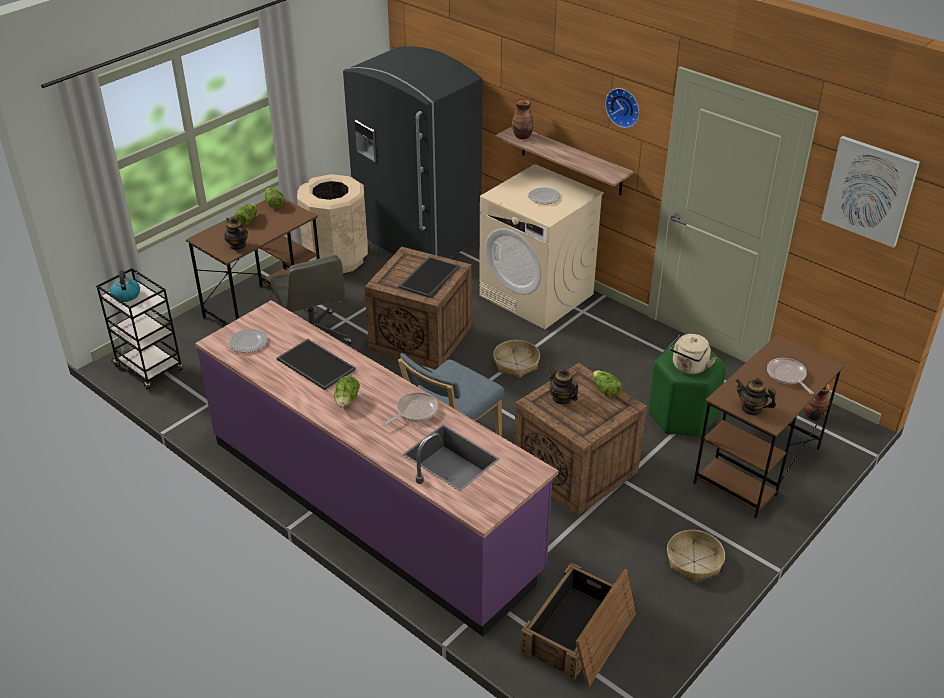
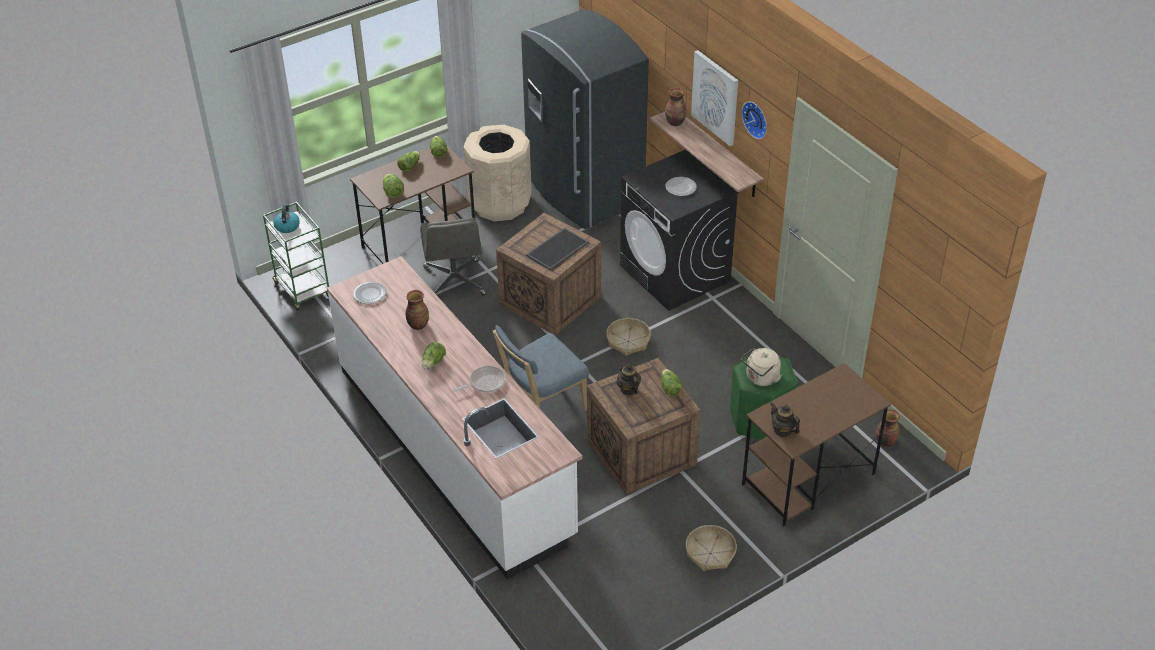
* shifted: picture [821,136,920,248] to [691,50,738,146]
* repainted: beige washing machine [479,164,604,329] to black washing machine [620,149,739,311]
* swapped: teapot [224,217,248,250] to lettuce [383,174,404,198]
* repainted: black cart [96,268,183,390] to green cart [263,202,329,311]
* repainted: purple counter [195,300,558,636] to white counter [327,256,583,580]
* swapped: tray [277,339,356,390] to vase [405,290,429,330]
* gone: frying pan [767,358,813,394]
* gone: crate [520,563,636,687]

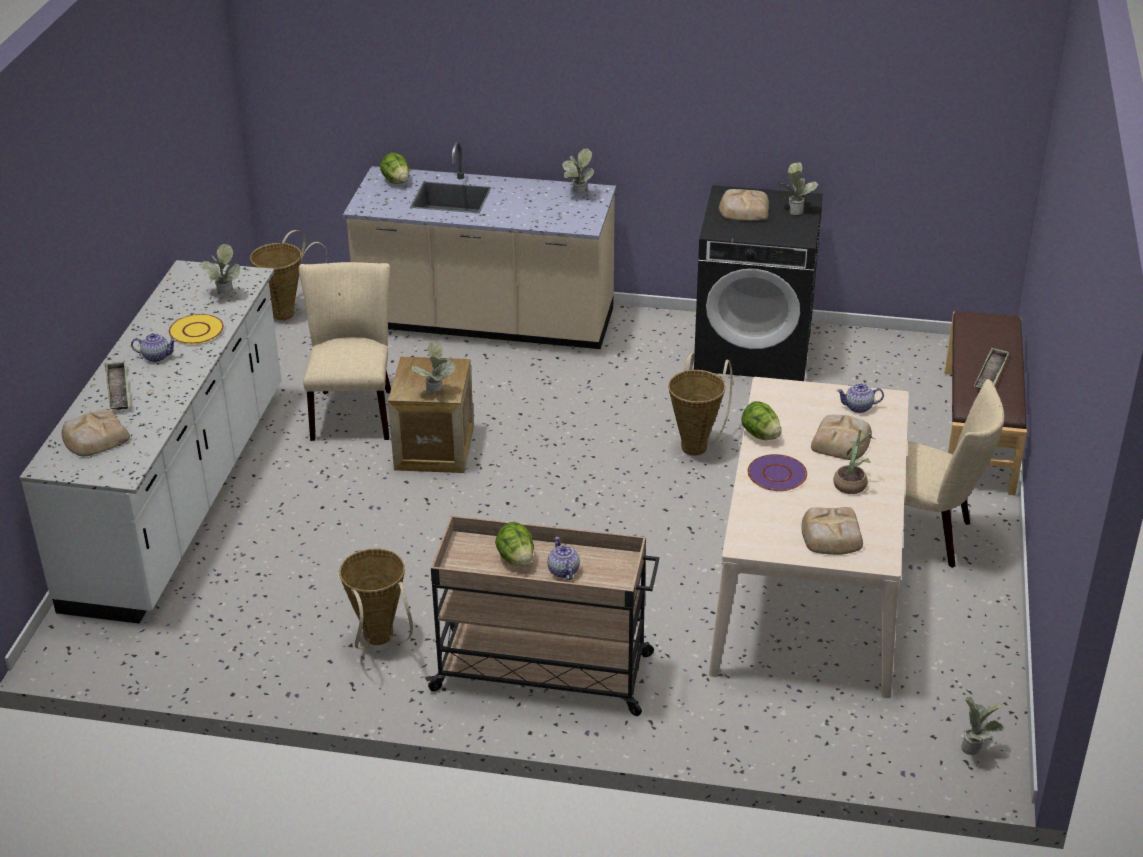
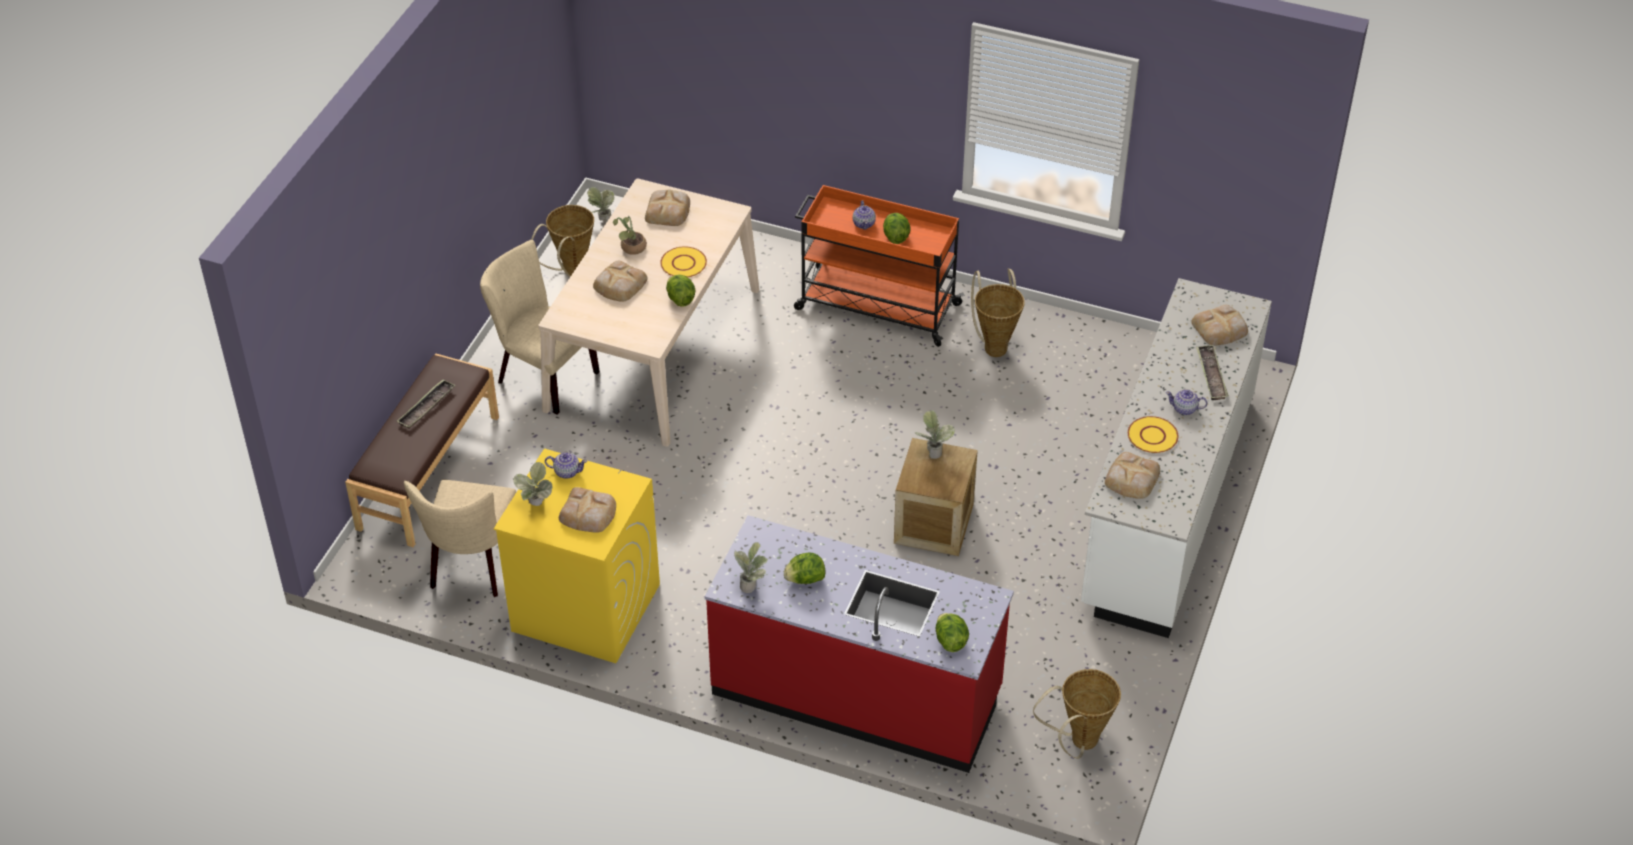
* repainted: beige counter [343,141,616,349] to red counter [705,515,1014,773]
* repainted: black washing machine [694,185,823,381] to yellow washing machine [494,448,660,663]
* swapped: potted plant [200,244,240,293] to bread [1105,452,1160,499]
* shifted: beige chair [299,262,391,441] to [404,480,516,597]
* shifted: basket [668,353,733,456] to [531,205,594,277]
* shifted: teapot [837,383,884,413] to [545,452,587,479]
* repainted: purple plate [747,454,807,491] to yellow plate [660,246,707,277]
* repainted: beige cart [425,515,659,716] to orange cart [794,185,964,347]
* new: lettuce [784,552,825,584]

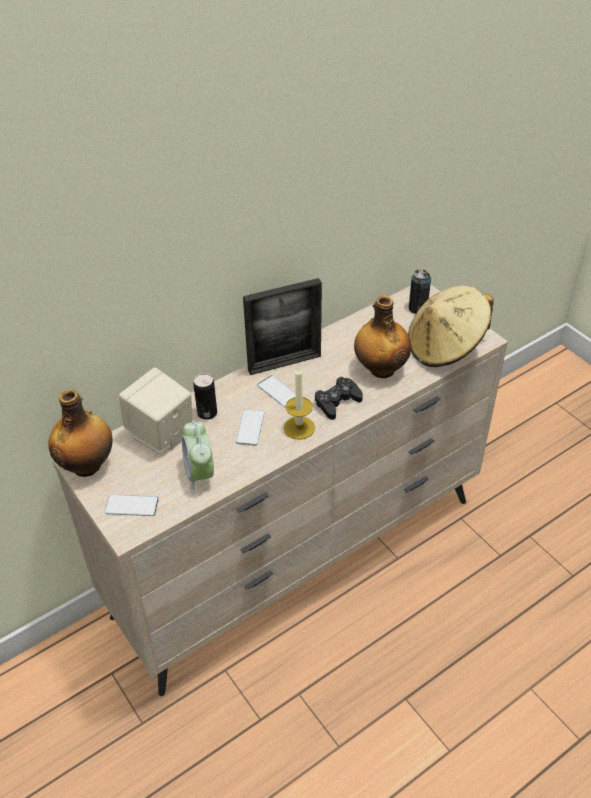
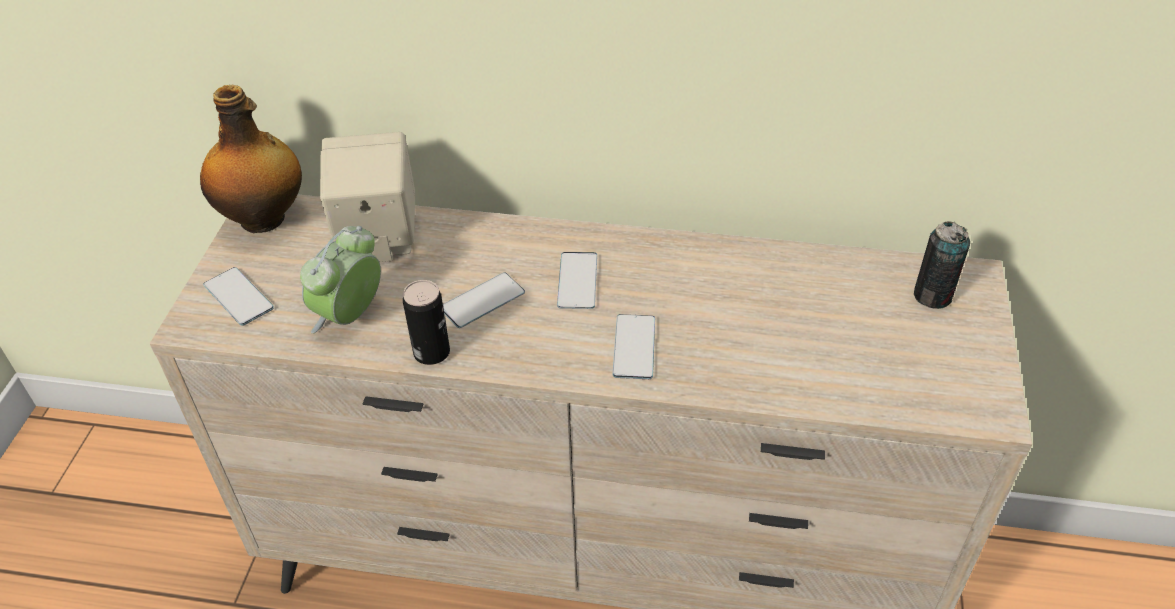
* gone: picture frame [243,278,322,375]
* gone: beige hat [408,286,494,367]
* gone: bottle [354,295,411,378]
* gone: candle [284,366,315,440]
* shifted: can [193,373,217,420] to [403,280,450,365]
* swapped: black game controller [315,377,363,420] to phone [613,314,655,379]

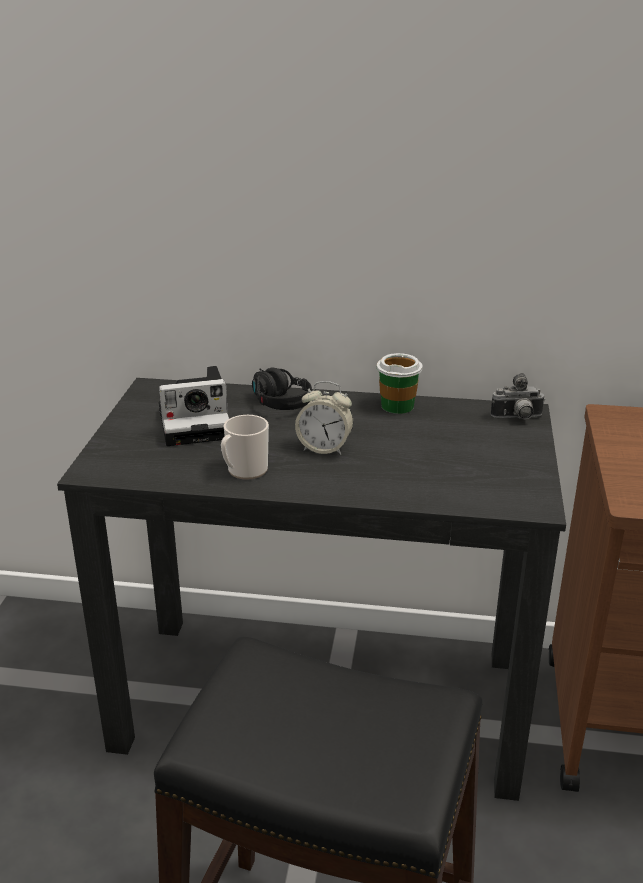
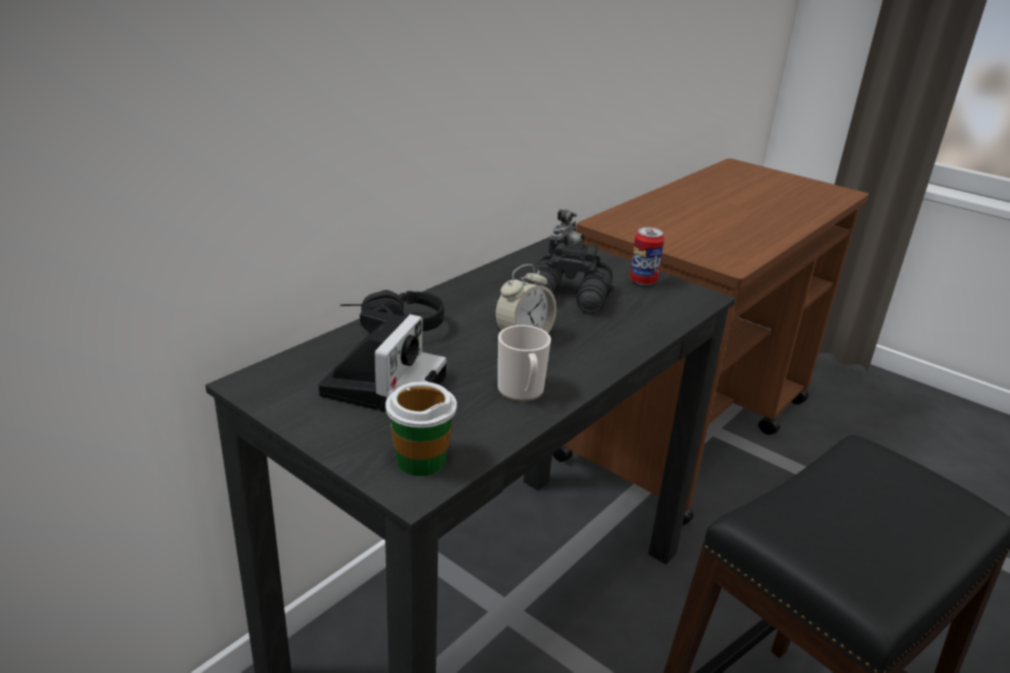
* shifted: cup [377,353,422,414] to [385,382,457,476]
* new: can [630,227,664,285]
* new: black binoculars [526,243,614,313]

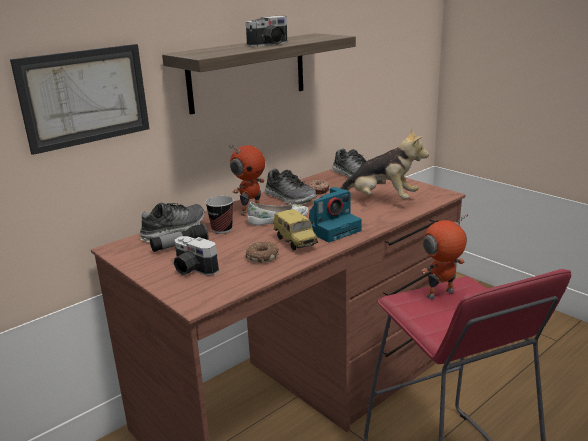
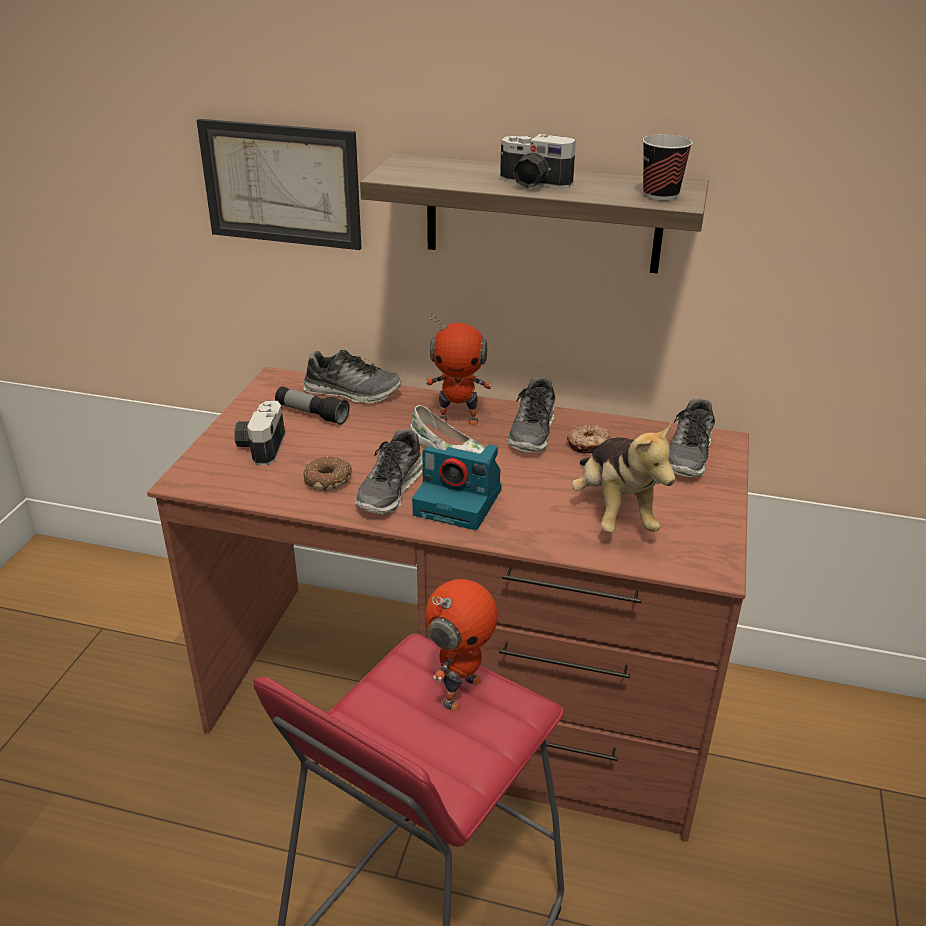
* shifted: cup [205,196,234,234] to [643,134,693,201]
* swapped: toy car [273,209,318,251] to shoe [355,429,423,514]
* rotated: toy robot [421,214,468,299] = [425,579,497,711] 90 degrees clockwise

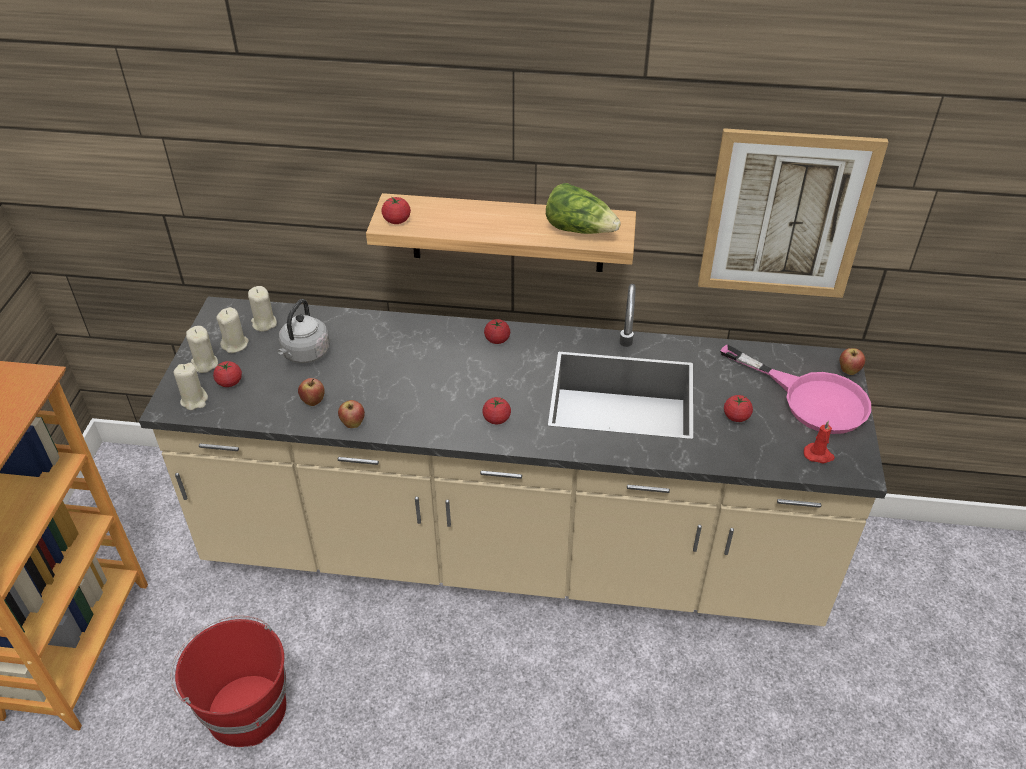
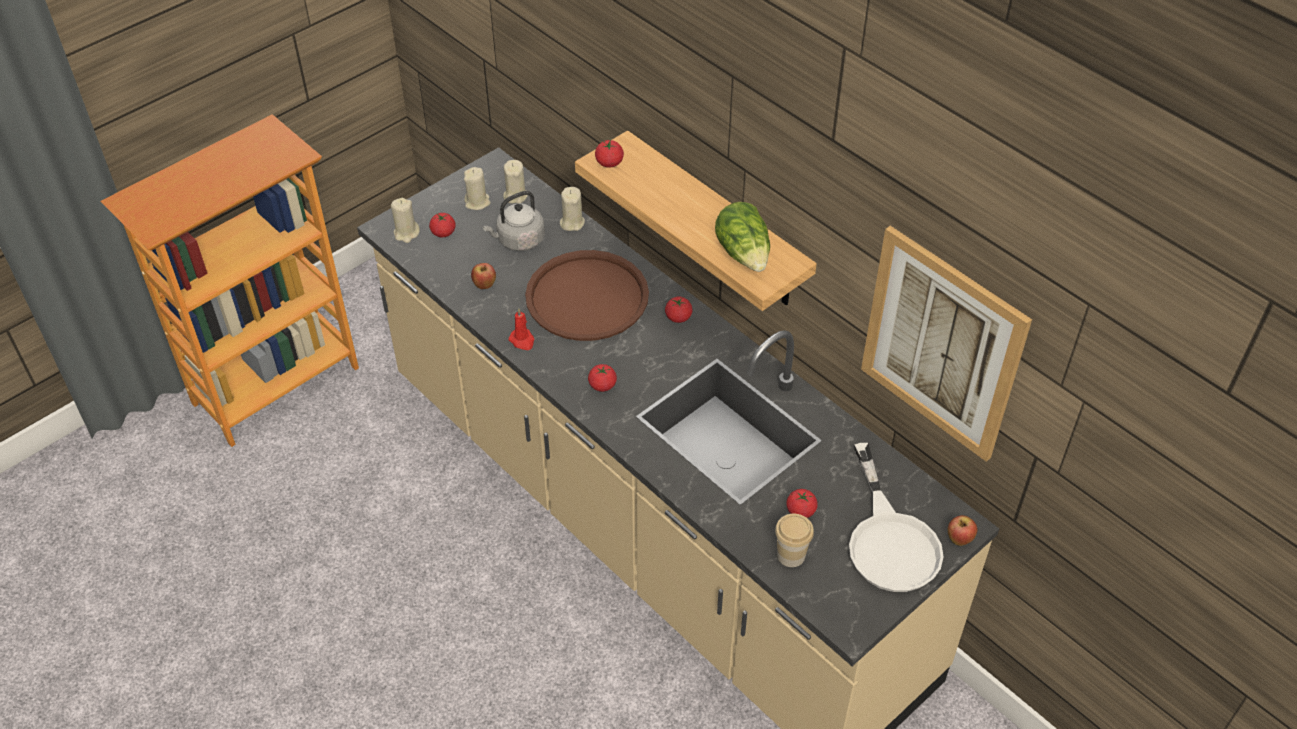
* shifted: beige candle [186,326,218,373] to [560,187,585,231]
* repainted: pink frying pan [720,344,871,434] to white frying pan [849,443,944,592]
* gone: apple [338,400,365,428]
* shifted: red candle [804,420,835,464] to [509,308,534,350]
* gone: red bucket [171,616,286,747]
* new: brown tray [525,250,649,341]
* new: cup [775,514,814,567]

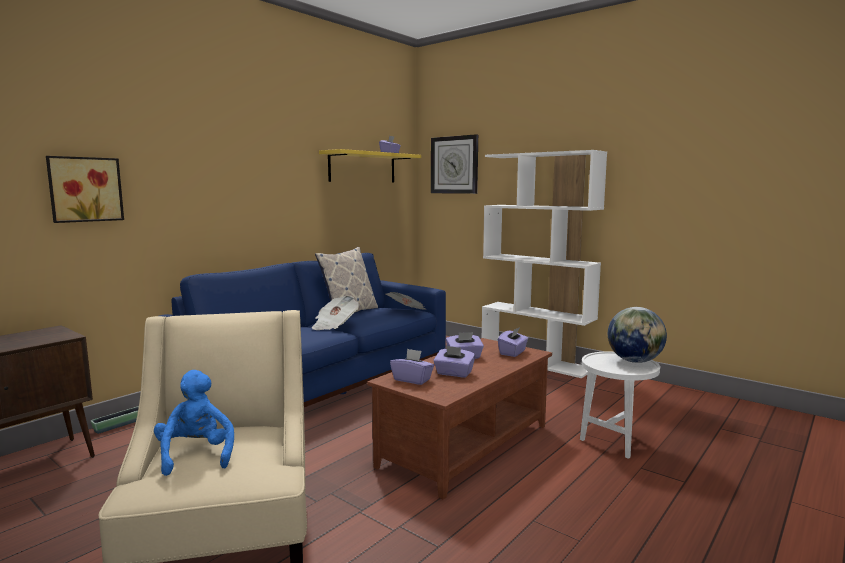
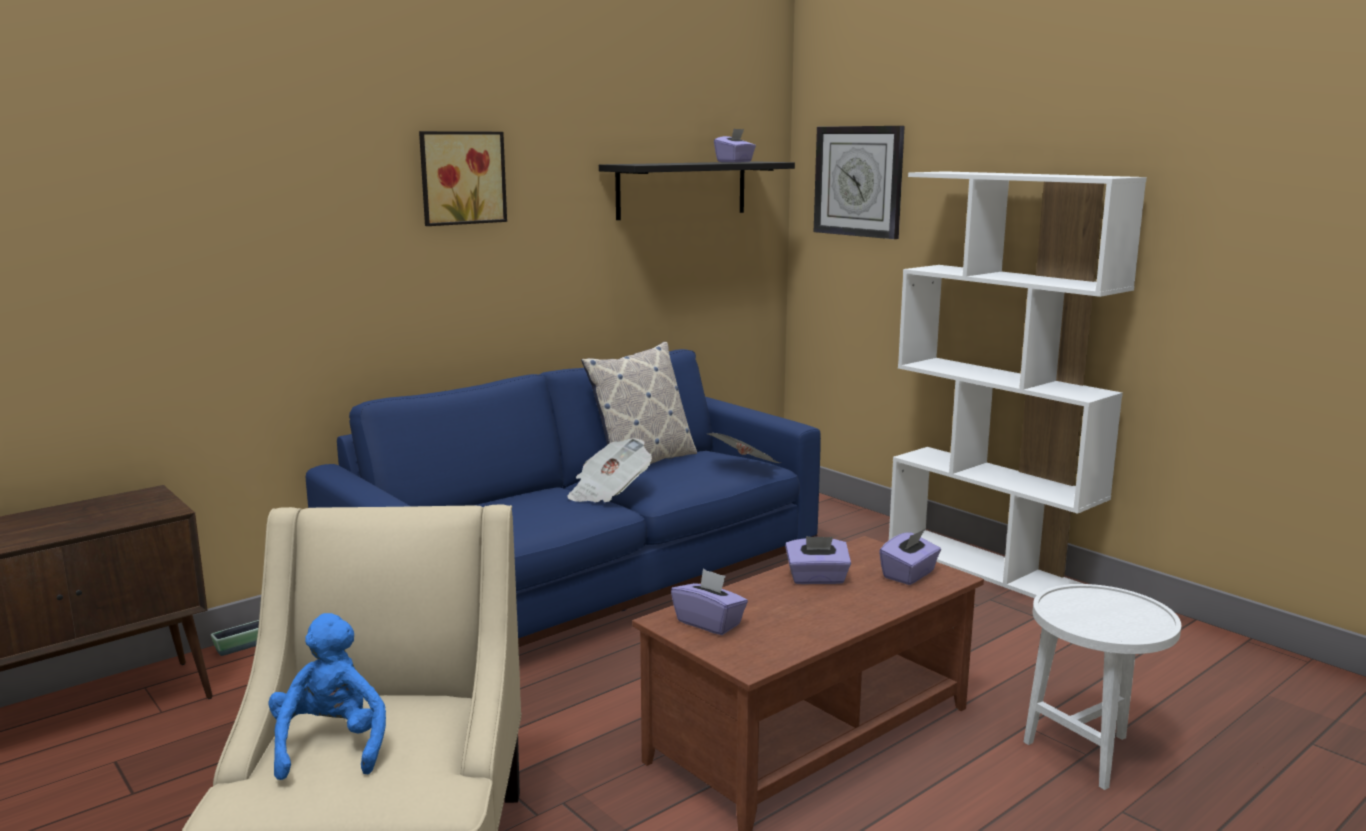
* repainted: yellow shelf [319,149,421,183] to black shelf [599,161,795,220]
* shifted: picture [46,156,124,223] to [419,131,507,226]
* gone: globe [608,307,667,363]
* gone: purple tissue box [433,346,476,378]

